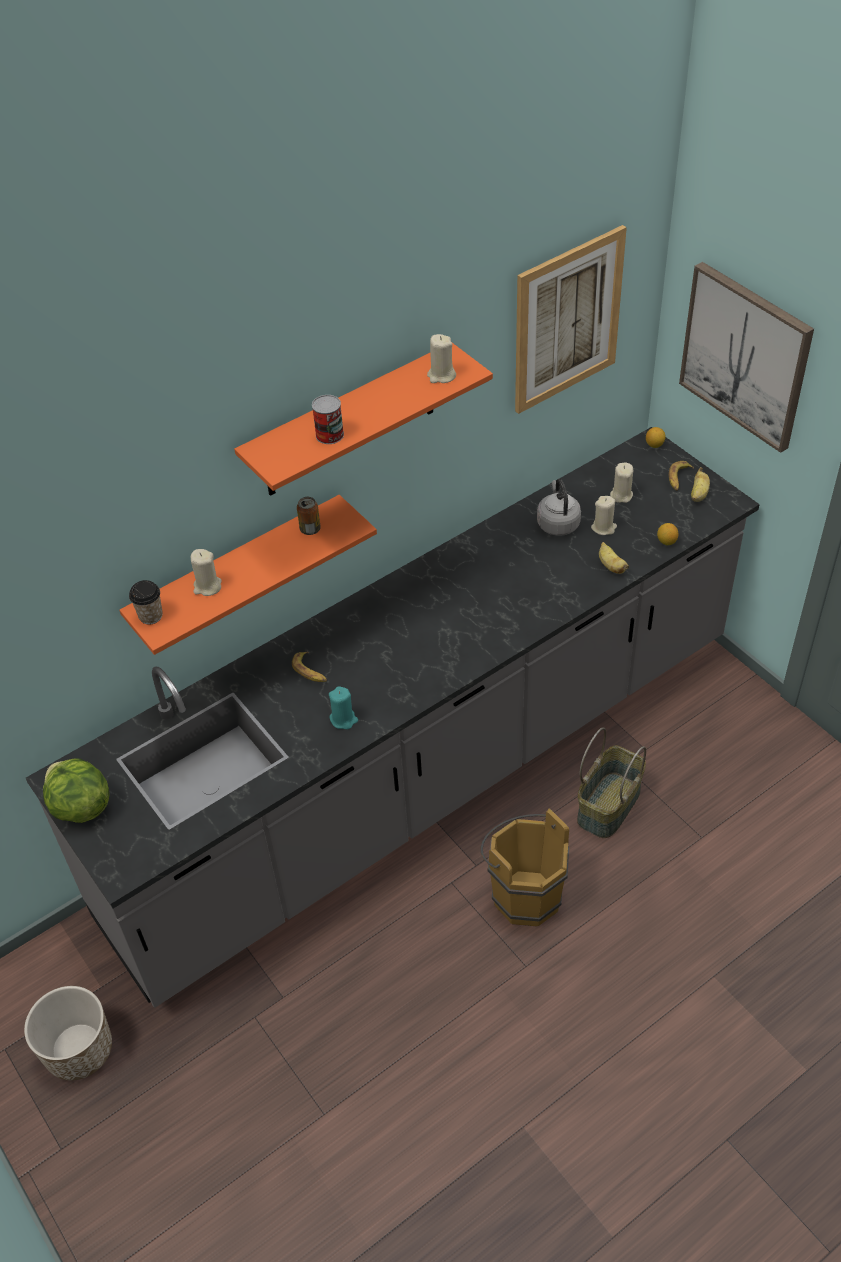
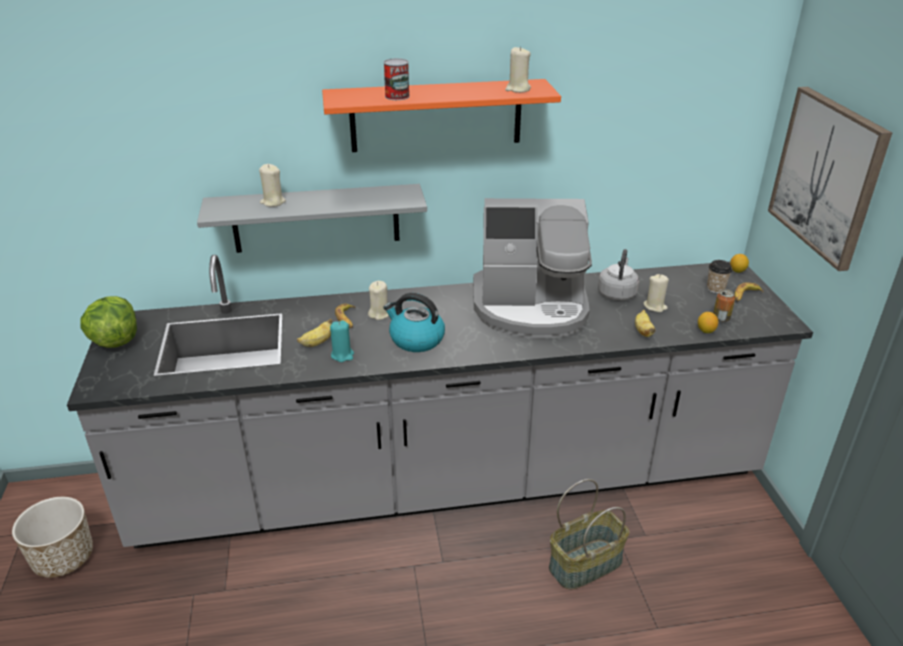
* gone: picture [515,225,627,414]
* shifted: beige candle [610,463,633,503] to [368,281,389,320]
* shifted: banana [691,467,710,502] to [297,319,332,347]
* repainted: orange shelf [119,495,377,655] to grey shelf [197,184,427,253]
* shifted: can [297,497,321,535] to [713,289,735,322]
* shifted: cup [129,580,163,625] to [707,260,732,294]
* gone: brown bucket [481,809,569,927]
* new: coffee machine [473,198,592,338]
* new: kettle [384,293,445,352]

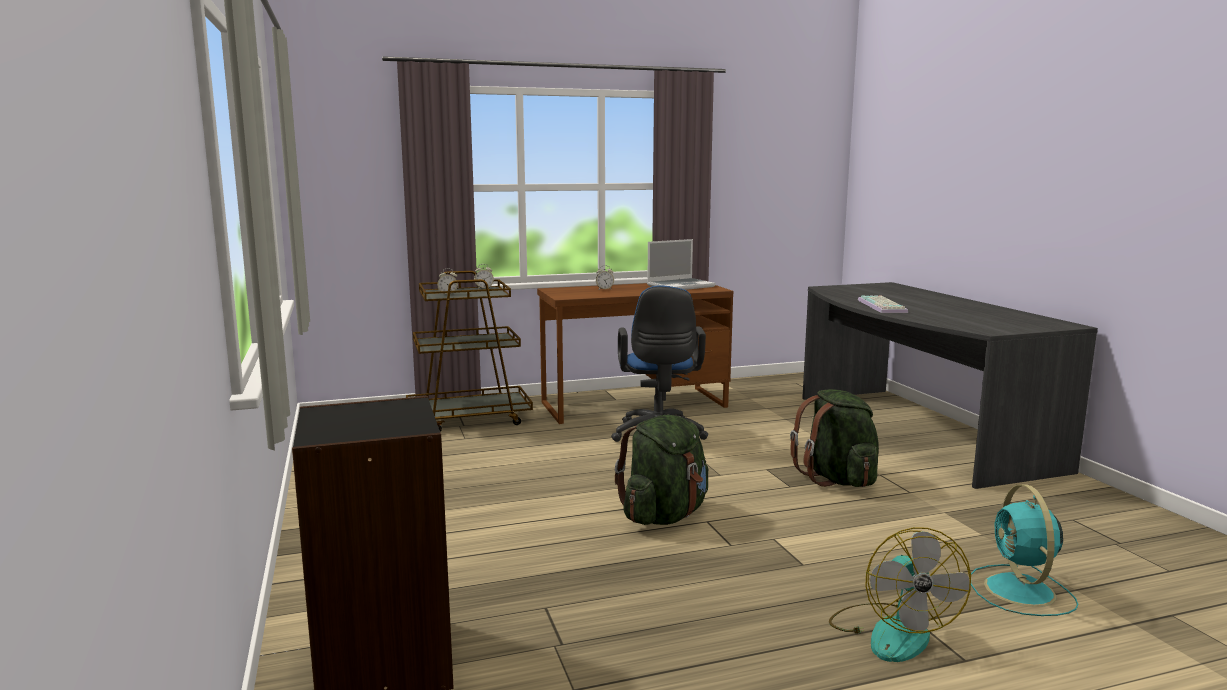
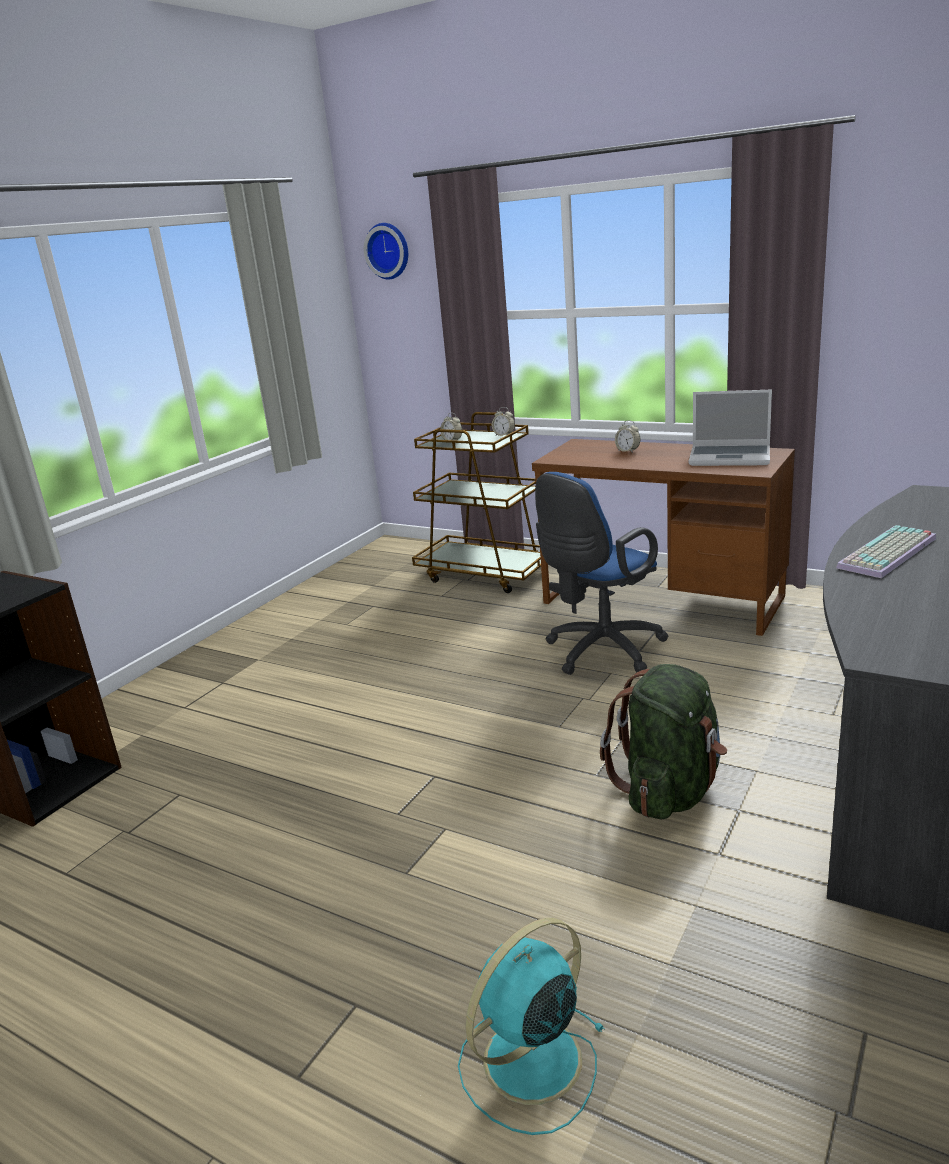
* gone: green backpack [615,415,708,525]
* gone: fan [829,527,971,662]
* new: wall clock [364,223,408,279]

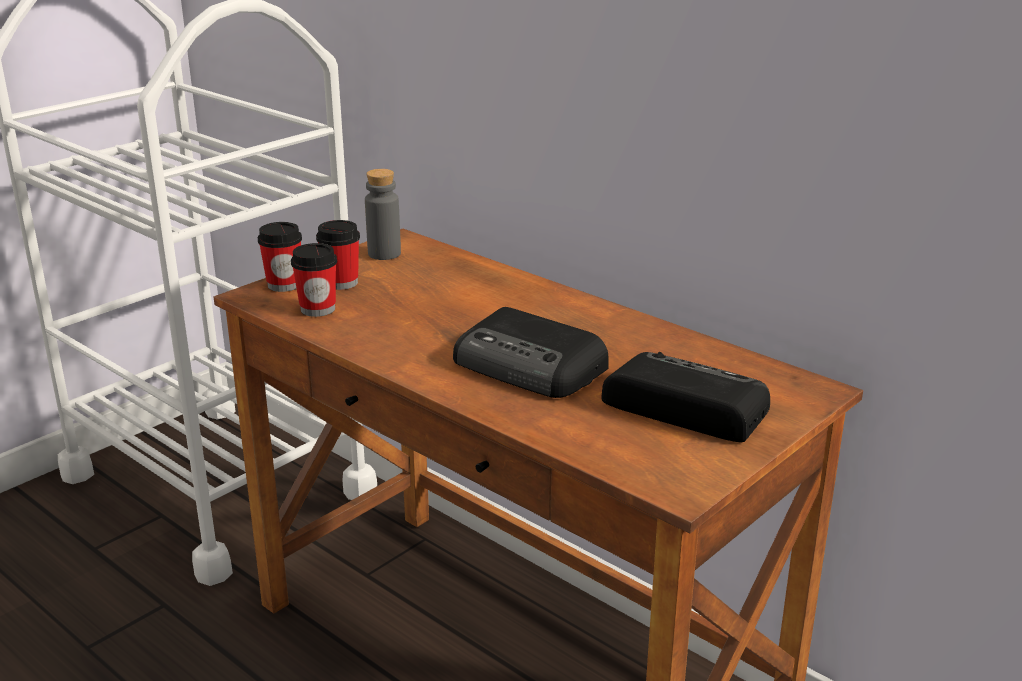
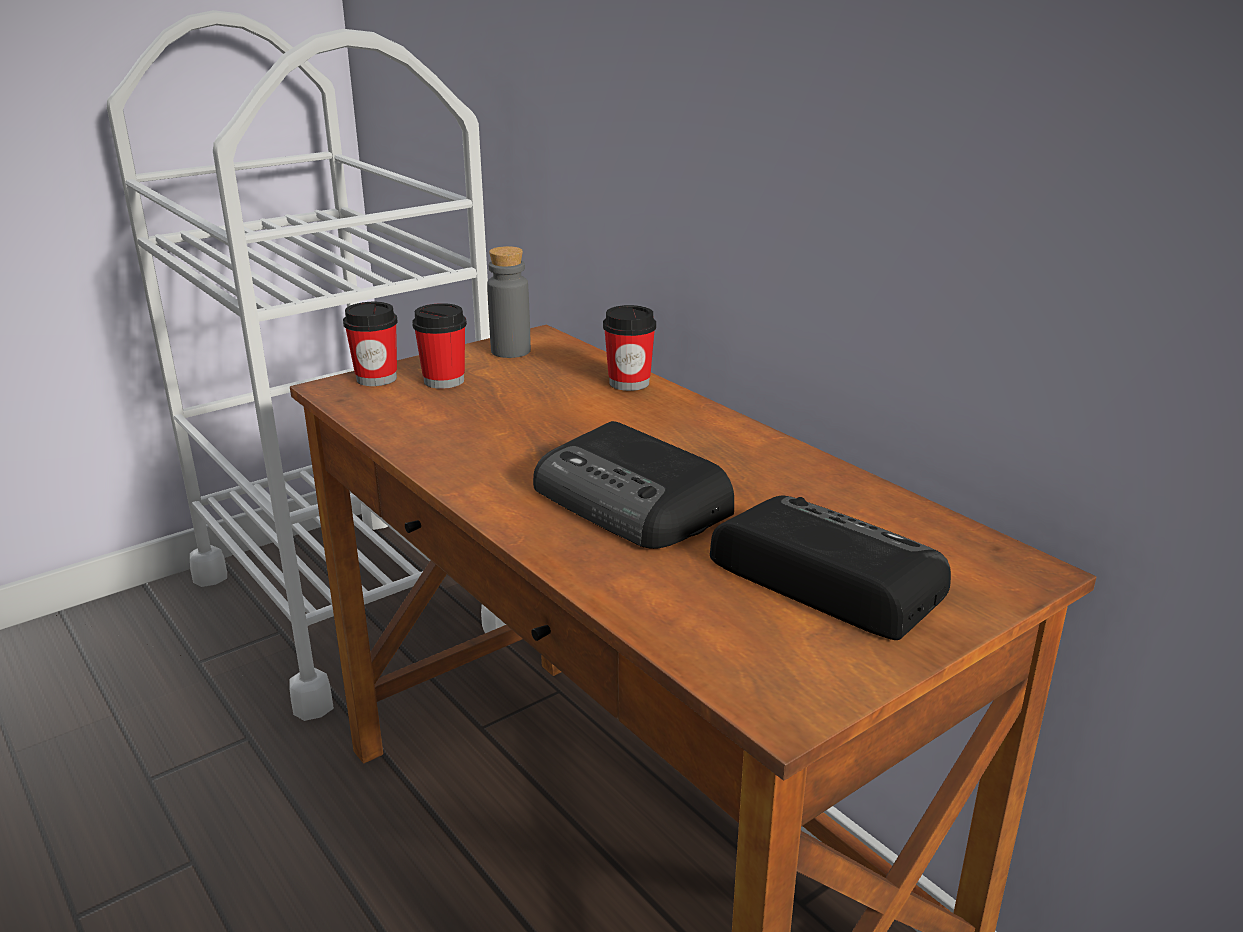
* shifted: cup [291,243,337,317] to [603,305,656,391]

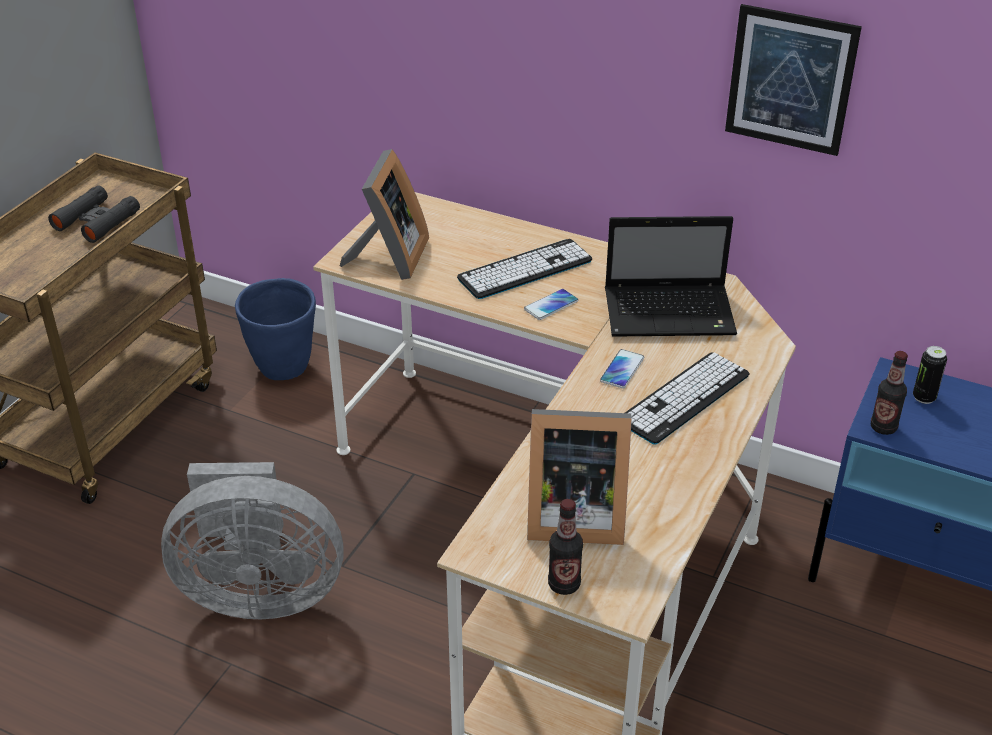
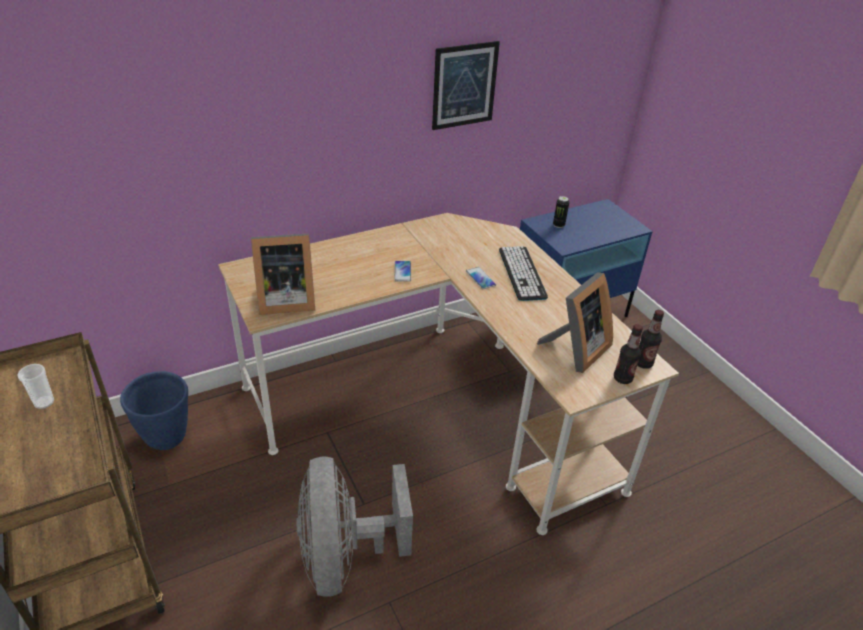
* rotated: picture frame [340,149,429,280] = [251,233,315,315] 120 degrees clockwise
* swapped: black binoculars [48,185,140,243] to cup [17,364,54,409]
* gone: laptop [605,216,737,337]
* gone: keyboard [457,239,592,299]
* shifted: bottle [871,351,908,435] to [637,310,664,369]
* rotated: grey fan [161,462,344,619] = [296,456,413,597] 135 degrees clockwise

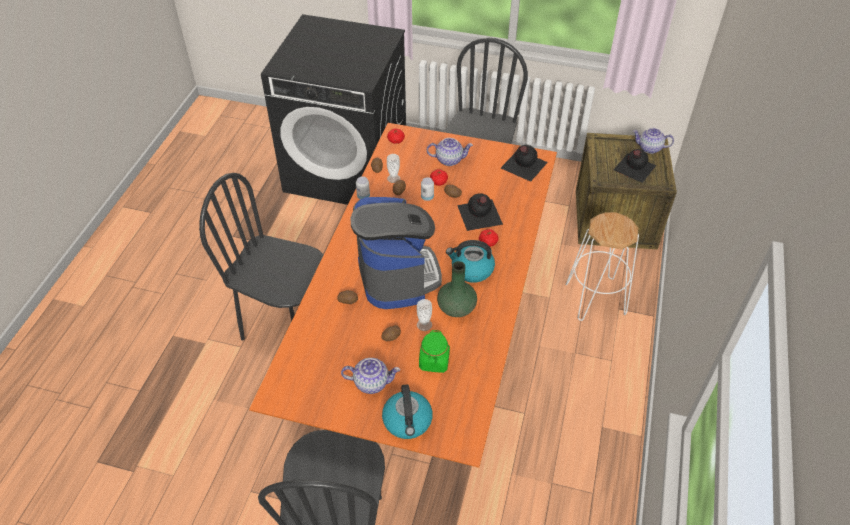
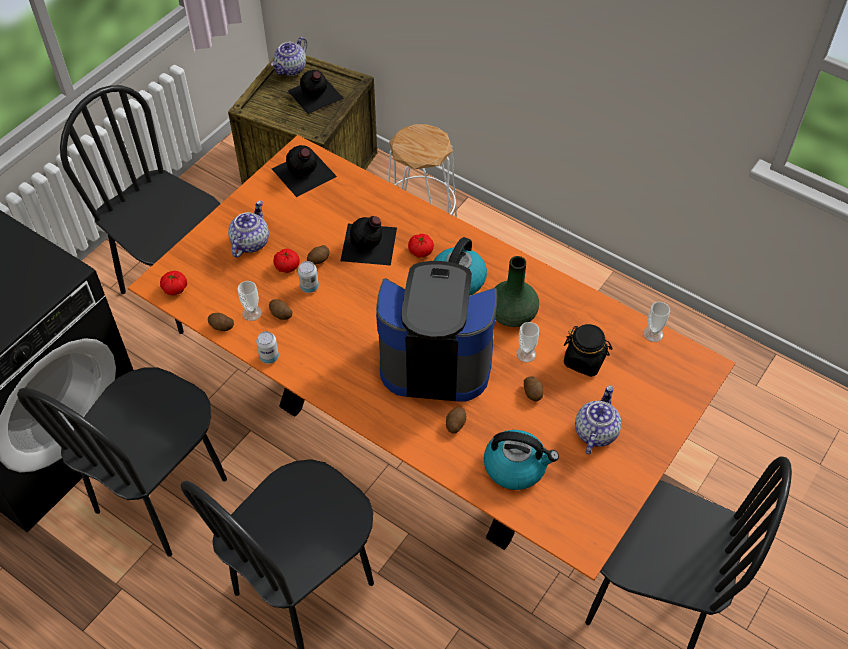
* repainted: green jar [419,330,450,373] to black jar [564,324,613,377]
* shifted: kettle [382,385,433,439] to [484,430,559,490]
* new: cup [643,302,670,342]
* new: black chair [17,367,227,557]

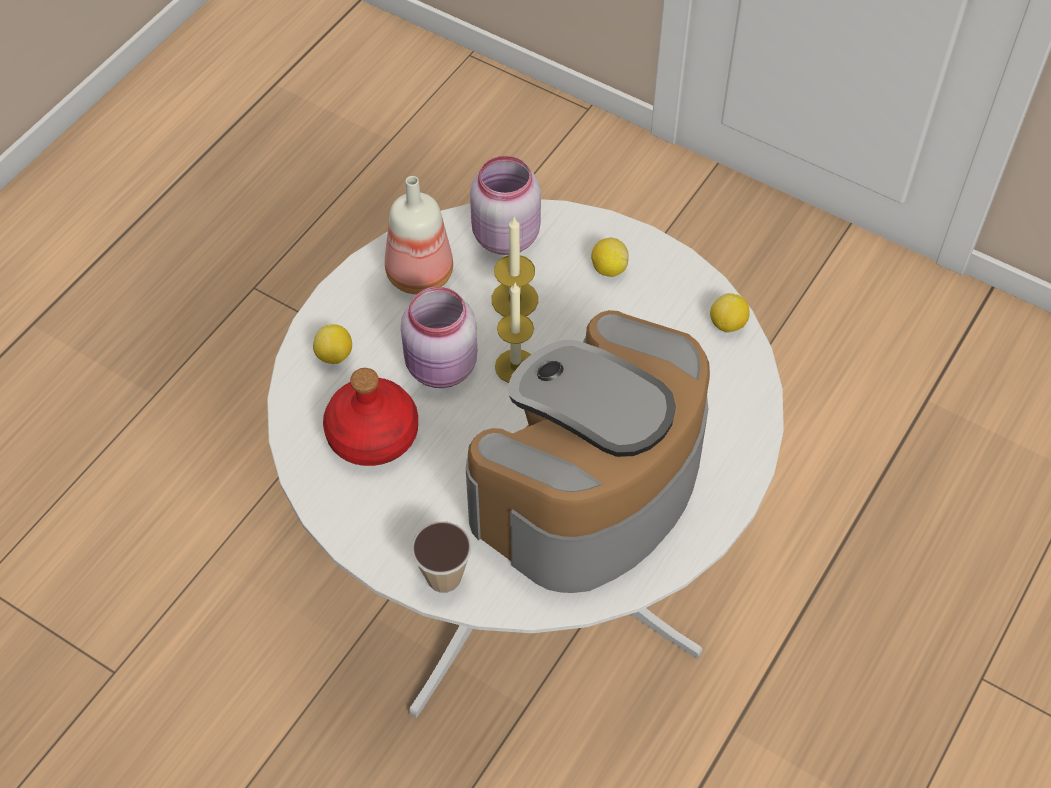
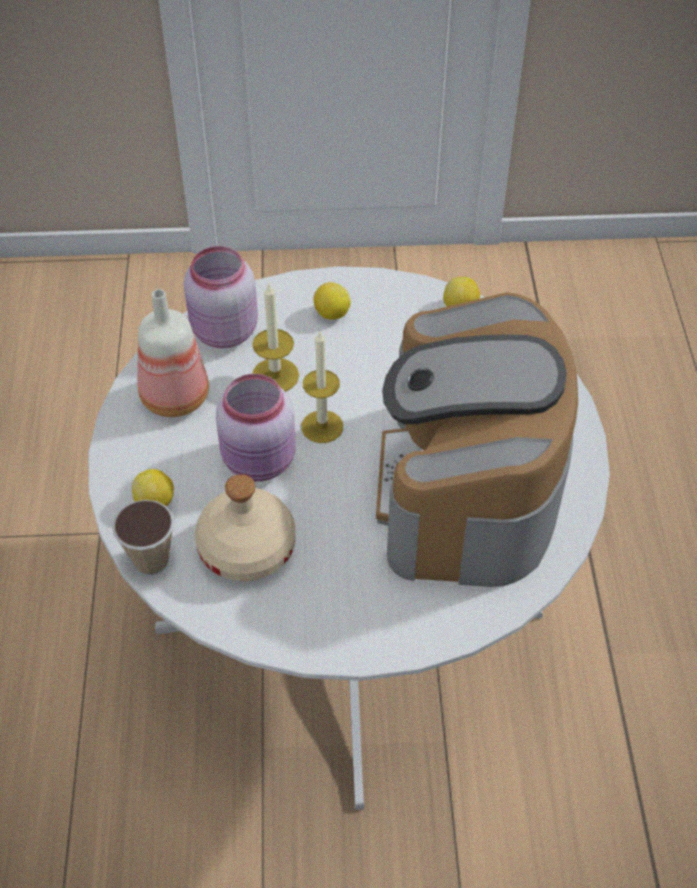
* repainted: red bottle [323,368,418,466] to beige bottle [195,474,296,581]
* shifted: cup [411,522,471,593] to [112,500,174,575]

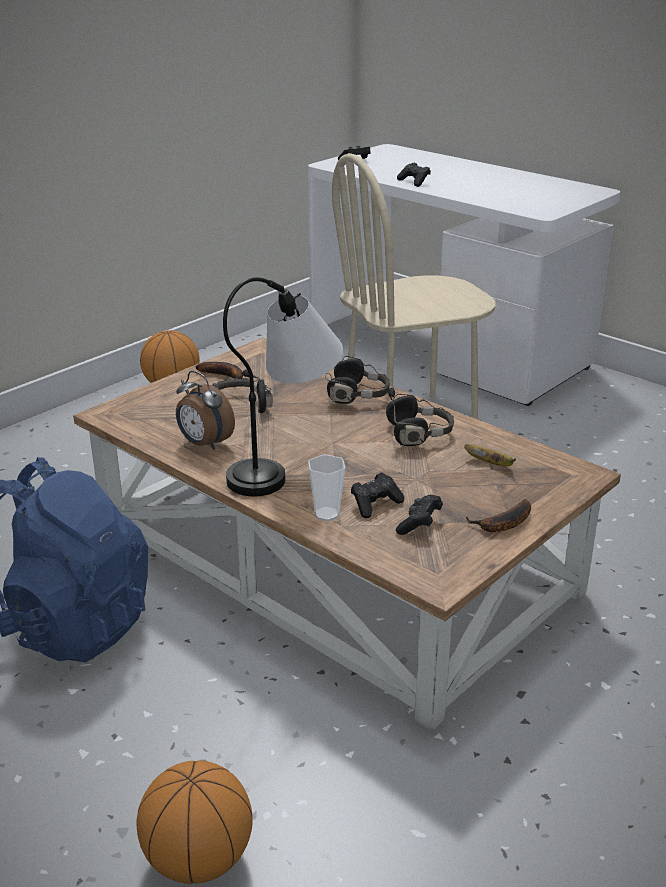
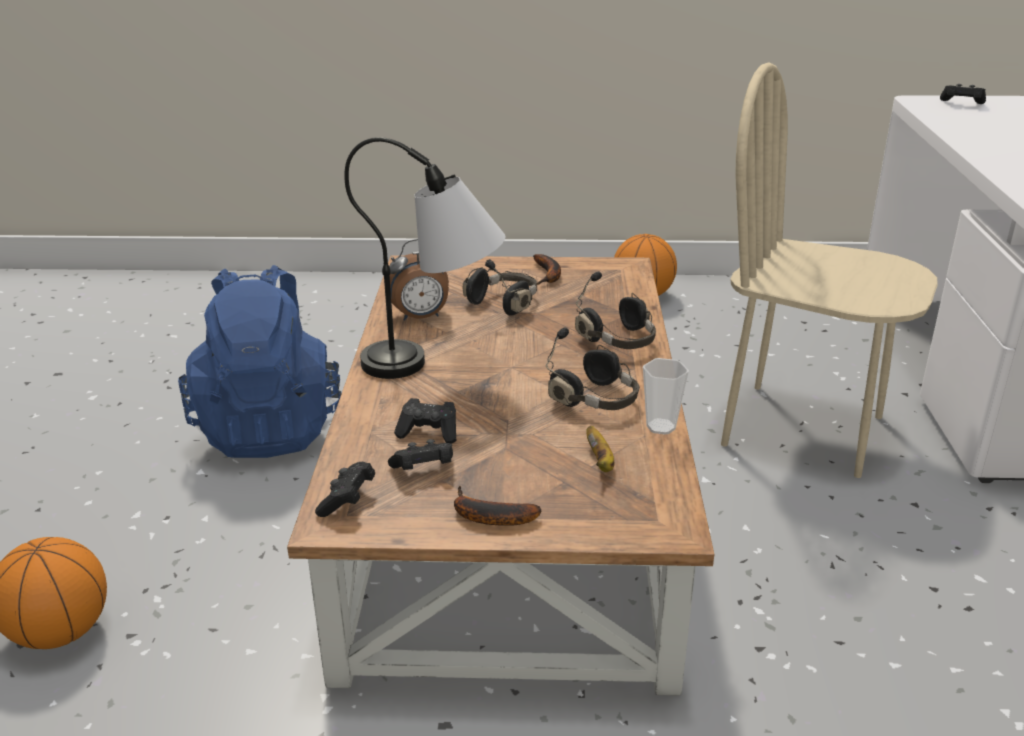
* shifted: black game controller [397,162,431,187] to [315,462,375,517]
* rotated: alarm clock [176,371,235,450] = [389,239,449,321] 105 degrees counterclockwise
* shifted: cup [308,454,346,521] to [643,358,689,435]

